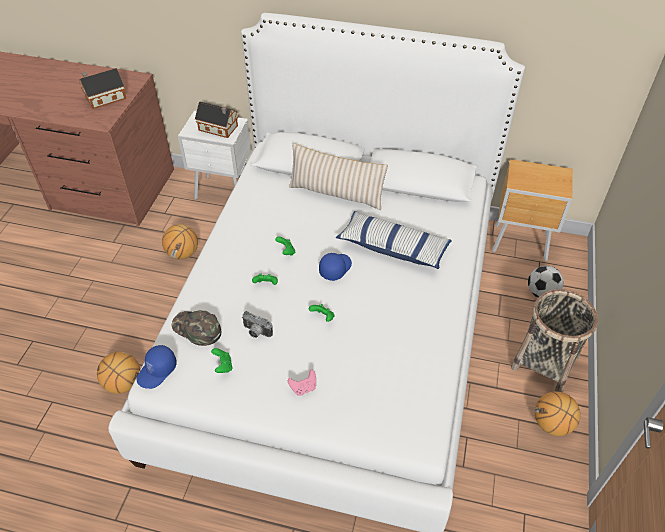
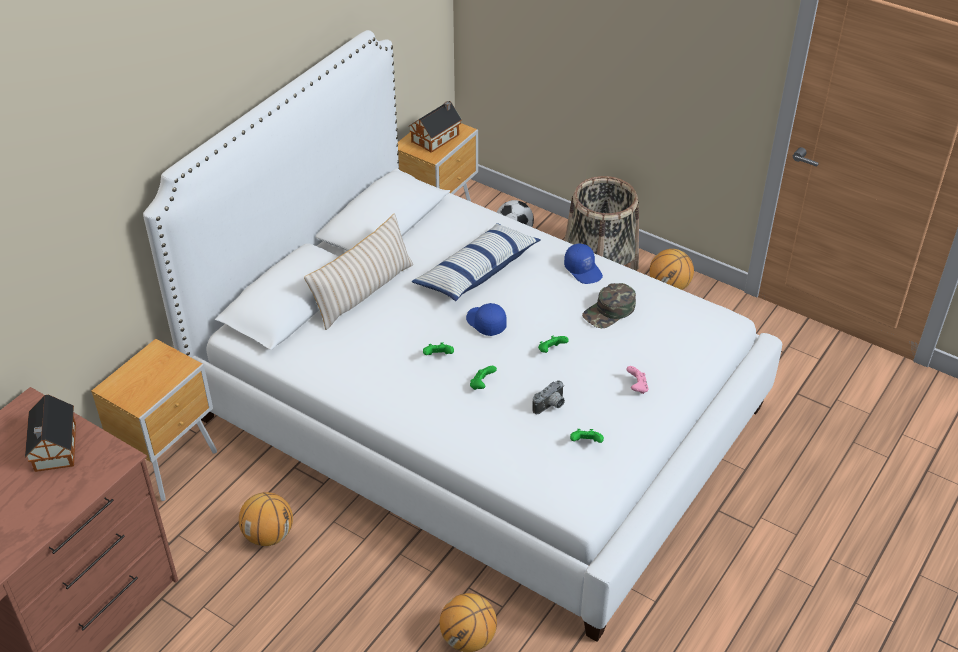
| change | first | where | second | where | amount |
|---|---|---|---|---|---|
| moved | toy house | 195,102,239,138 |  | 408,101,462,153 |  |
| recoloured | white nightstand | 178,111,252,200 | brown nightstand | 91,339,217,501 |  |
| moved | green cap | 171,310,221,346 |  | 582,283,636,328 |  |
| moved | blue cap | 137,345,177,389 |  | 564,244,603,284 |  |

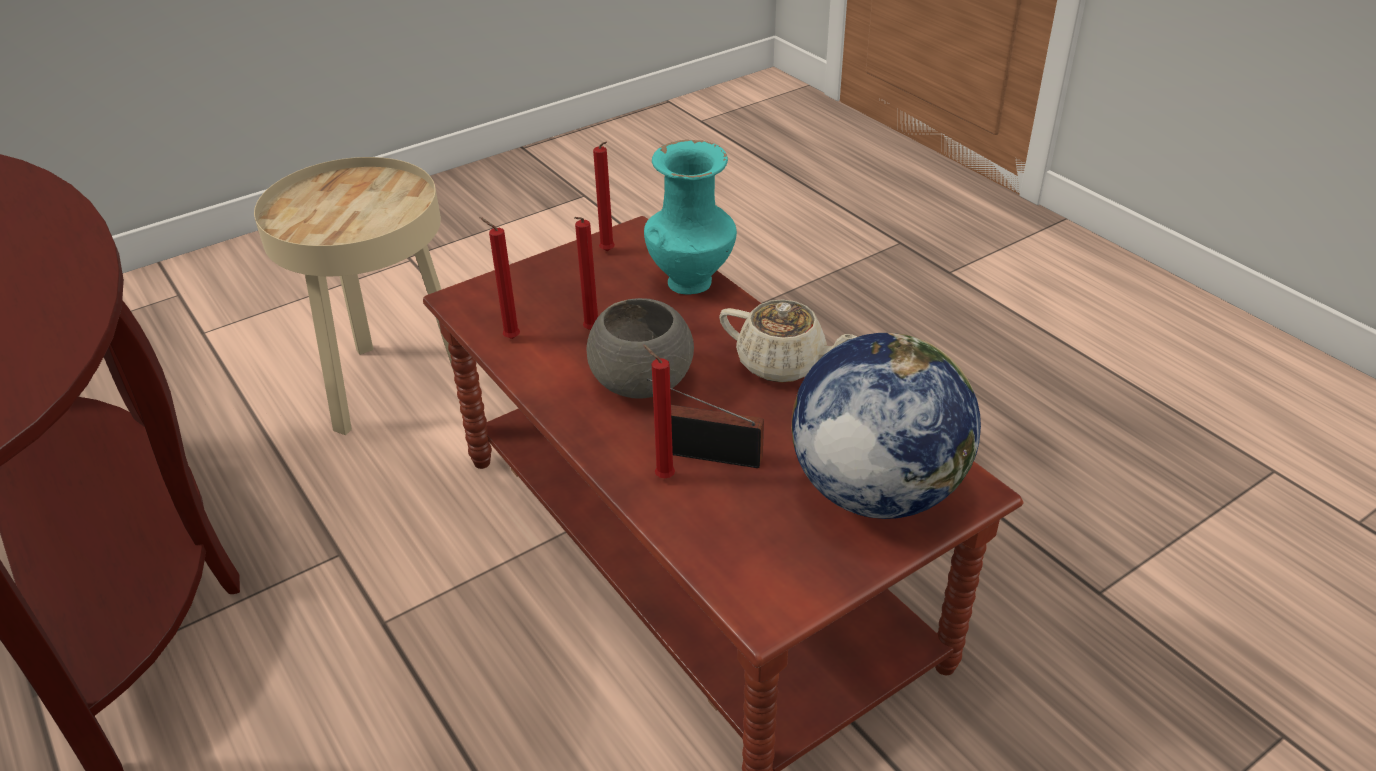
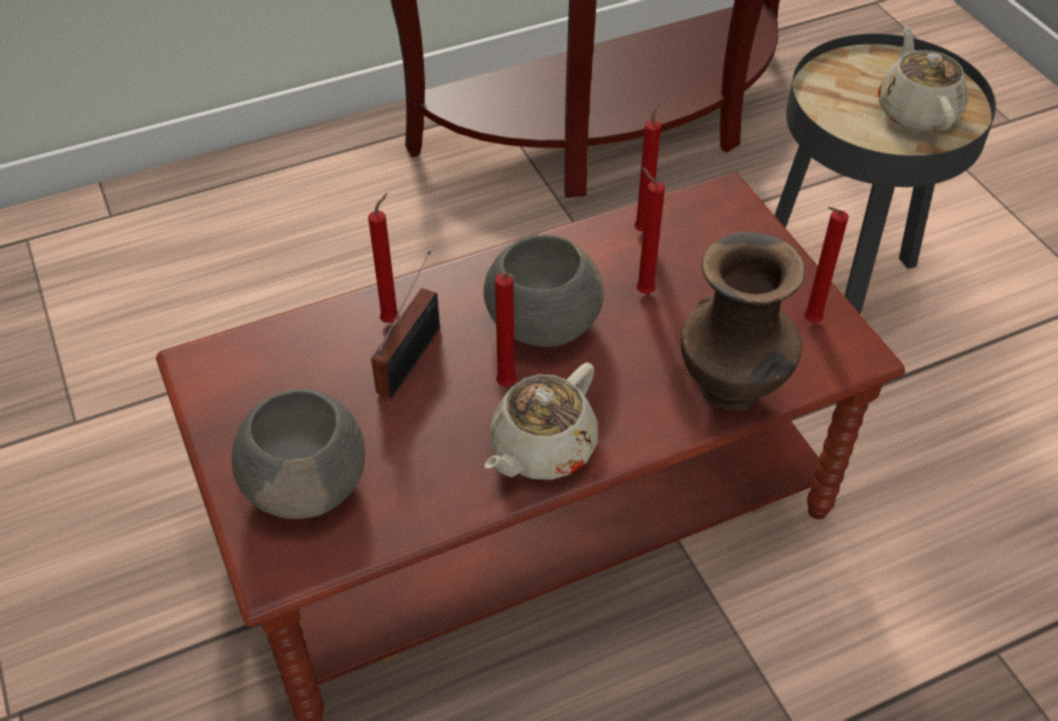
| change | first | where | second | where | amount |
|---|---|---|---|---|---|
| recoloured | turquoise vase | 644,140,737,295 | brown vase | 681,232,805,412 |  |
| recoloured | beige side table | 254,157,454,435 | black side table | 774,34,996,315 |  |
| replaced | globe | 791,333,981,519 | grey bowl | 232,389,365,519 |  |
| added |  |  | beige teapot | 878,26,968,132 |  |
| added |  |  | red candle | 495,274,517,387 |  |

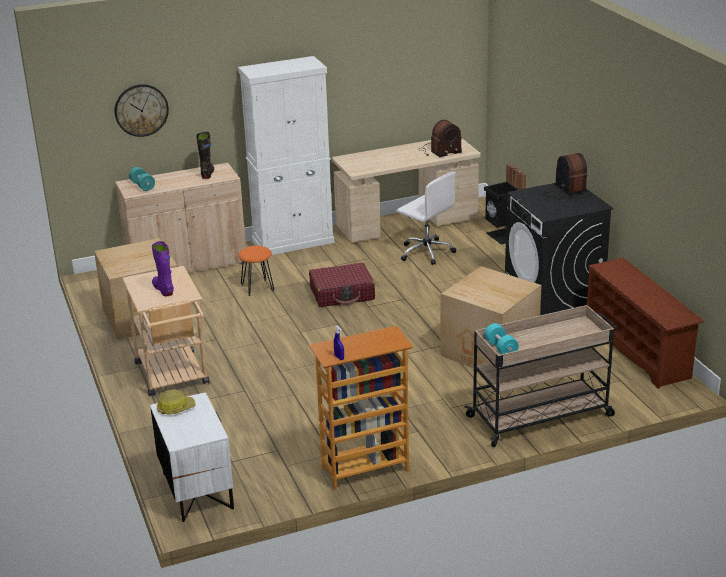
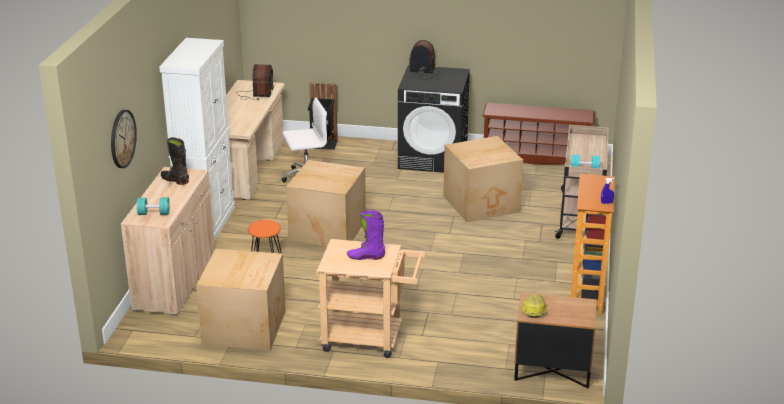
| change | first | where | second | where | amount |
|---|---|---|---|---|---|
| replaced | red suitcase | 309,263,375,307 | cardboard box | 286,160,366,246 |  |
| recoloured | white nightstand | 150,392,234,522 | brown nightstand | 514,292,597,388 |  |

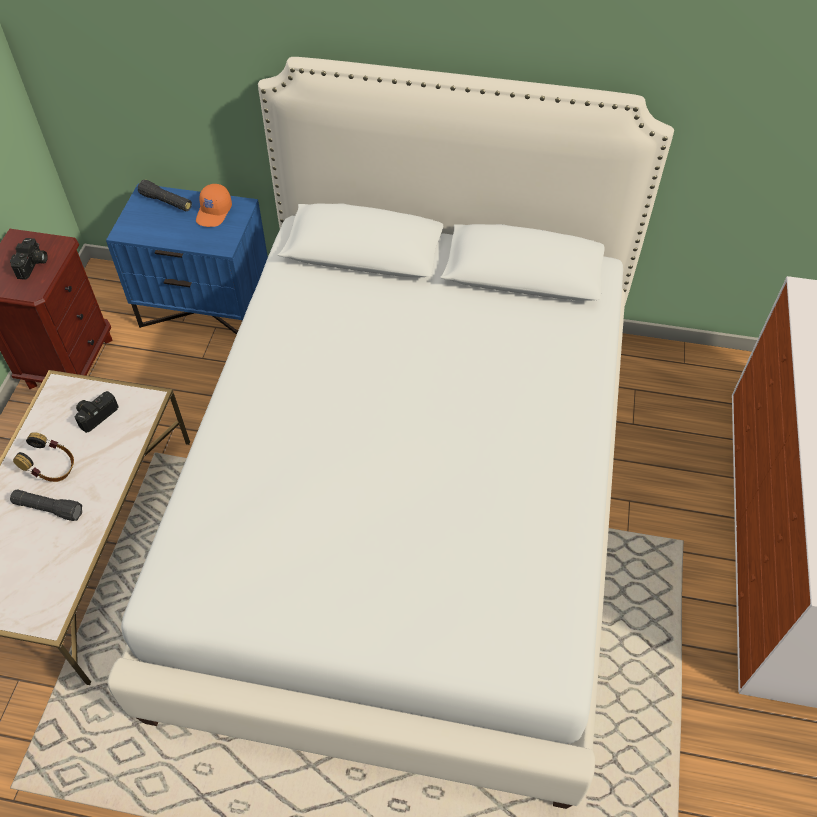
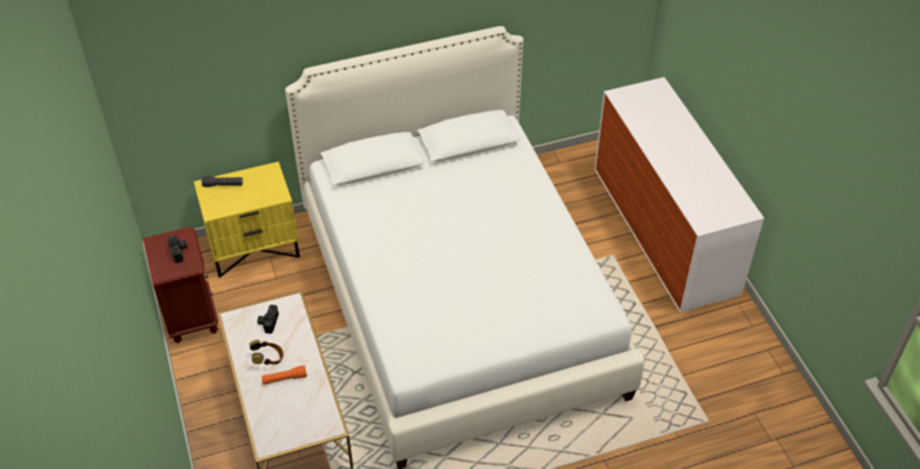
| change | first | where | second | where | amount |
|---|---|---|---|---|---|
| recoloured | blue nightstand | 106,184,268,335 | yellow nightstand | 194,162,300,278 |  |
| removed | orange cap | 196,184,232,227 |  |  |  |
| recoloured | black flashlight | 10,489,82,521 | orange flashlight | 261,365,307,385 |  |

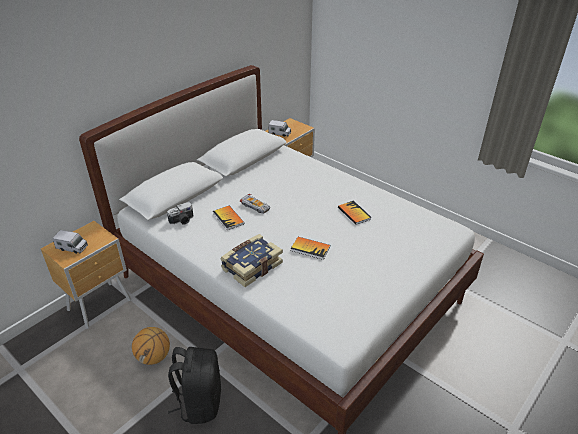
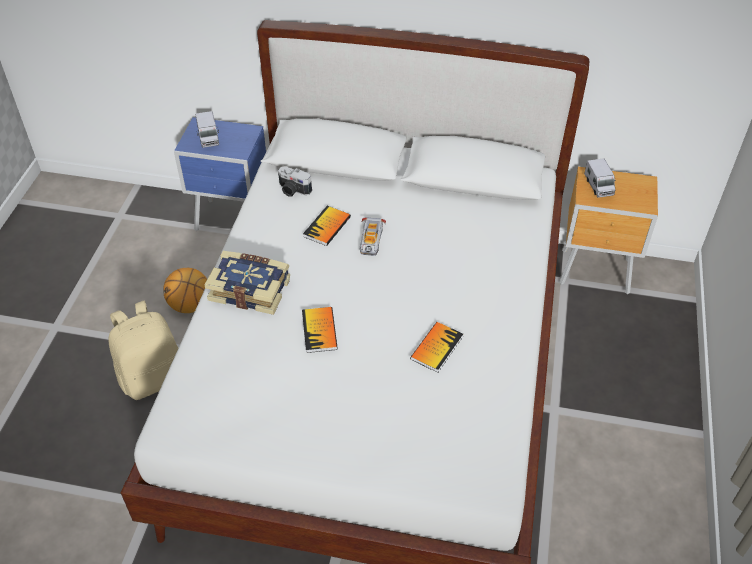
| change | first | where | second | where | amount |
|---|---|---|---|---|---|
| recoloured | brown nightstand | 41,221,131,329 | blue nightstand | 174,117,266,231 |  |
| recoloured | black backpack | 168,347,221,424 | beige backpack | 108,301,178,400 |  |

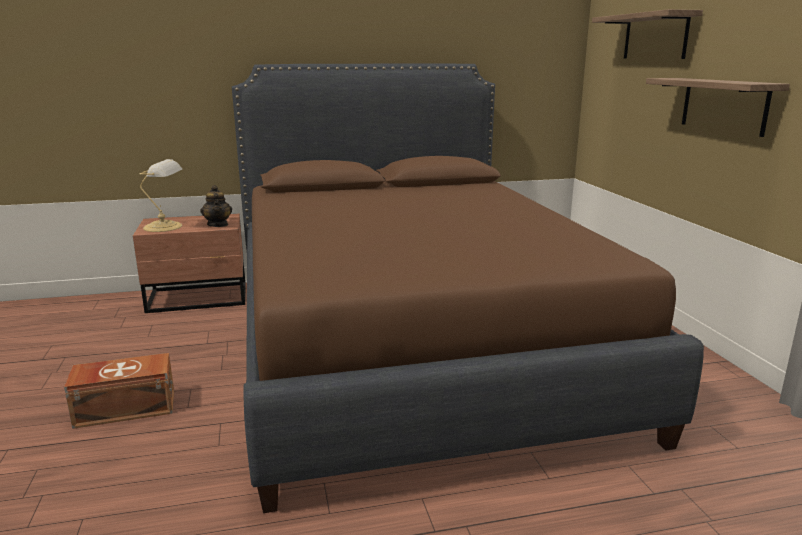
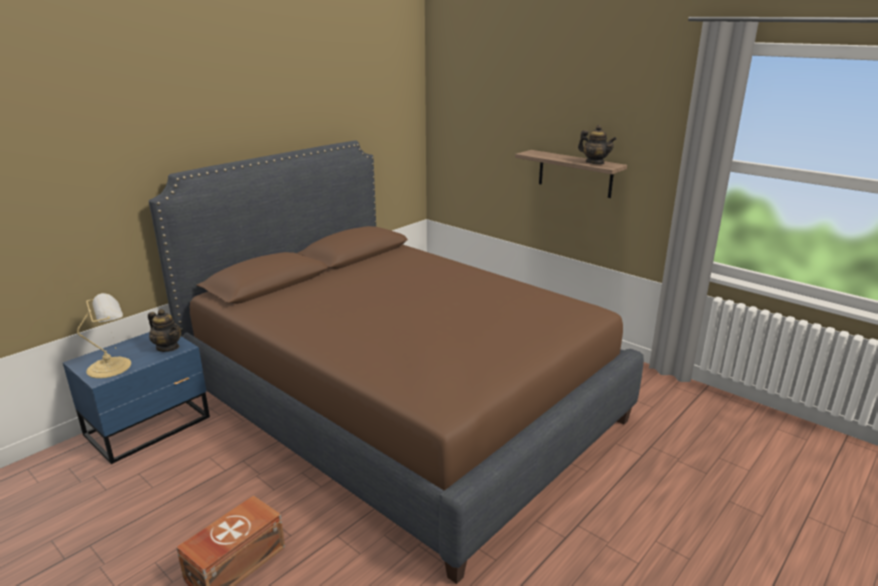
| change | first | where | second | where | amount |
|---|---|---|---|---|---|
| removed | shelf | 592,9,703,59 |  |  |  |
| recoloured | brown nightstand | 133,214,246,313 | blue nightstand | 63,332,210,464 |  |
| added |  |  | teapot | 578,125,617,164 |  |

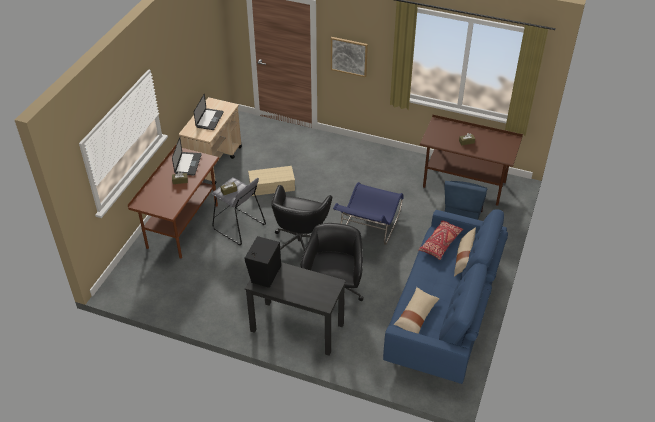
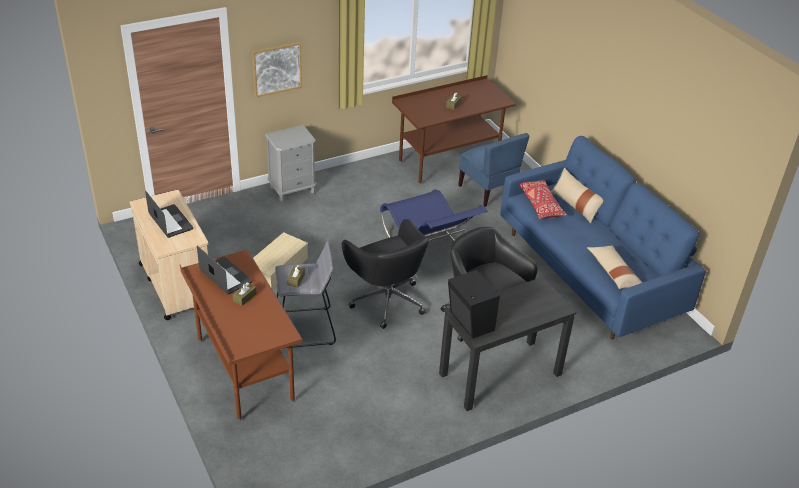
| change | first | where | second | where | amount |
|---|---|---|---|---|---|
| added |  |  | grey nightstand | 265,125,317,202 |  |

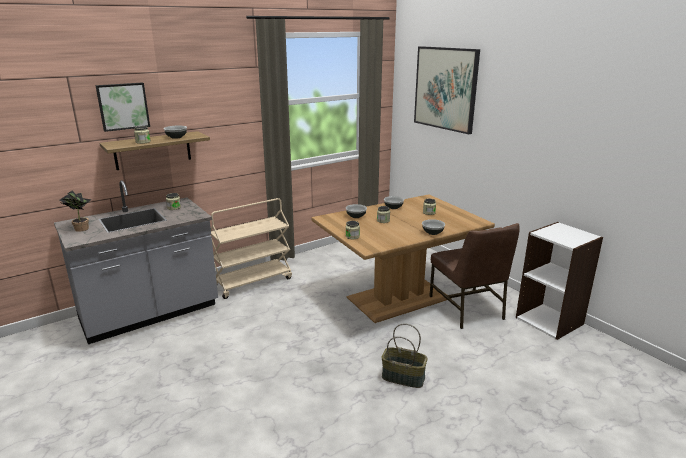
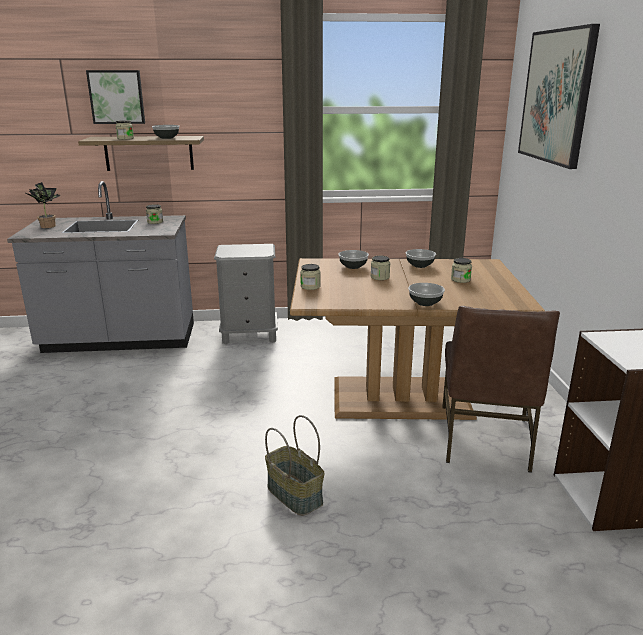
| change | first | where | second | where | amount |
|---|---|---|---|---|---|
| replaced | beige cart | 211,198,292,299 | grey nightstand | 214,244,278,345 |  |

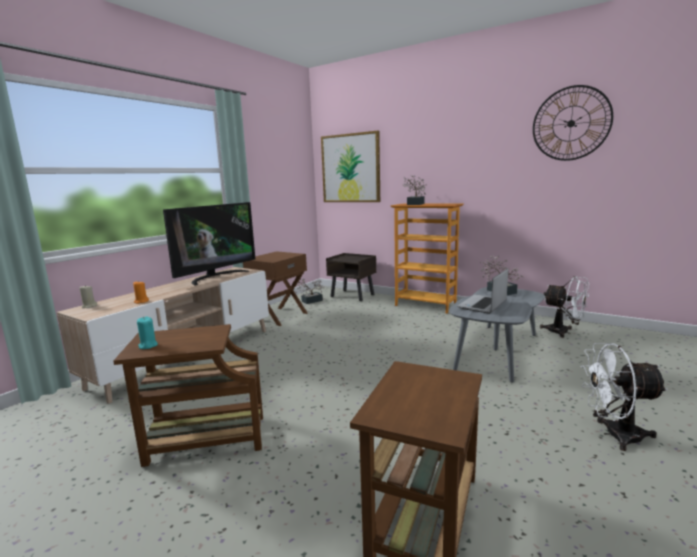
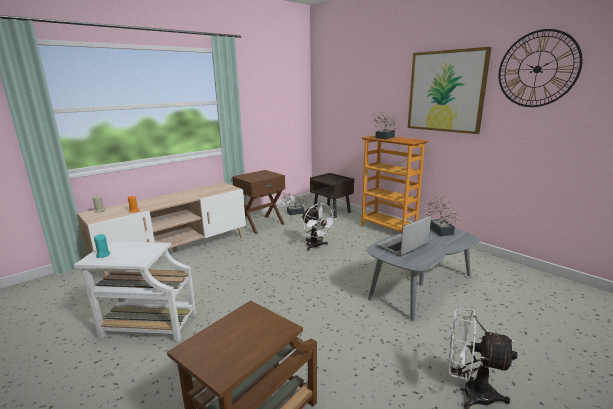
| change | first | where | second | where | amount |
|---|---|---|---|---|---|
| moved | picture | 321,131,380,202 |  | 408,47,491,134 |  |
| removed | television | 163,202,255,286 |  |  |  |
| moved | white fan | 540,276,589,338 |  | 301,203,337,251 |  |
| recoloured | brown side table | 113,324,263,467 | white side table | 74,241,196,342 |  |

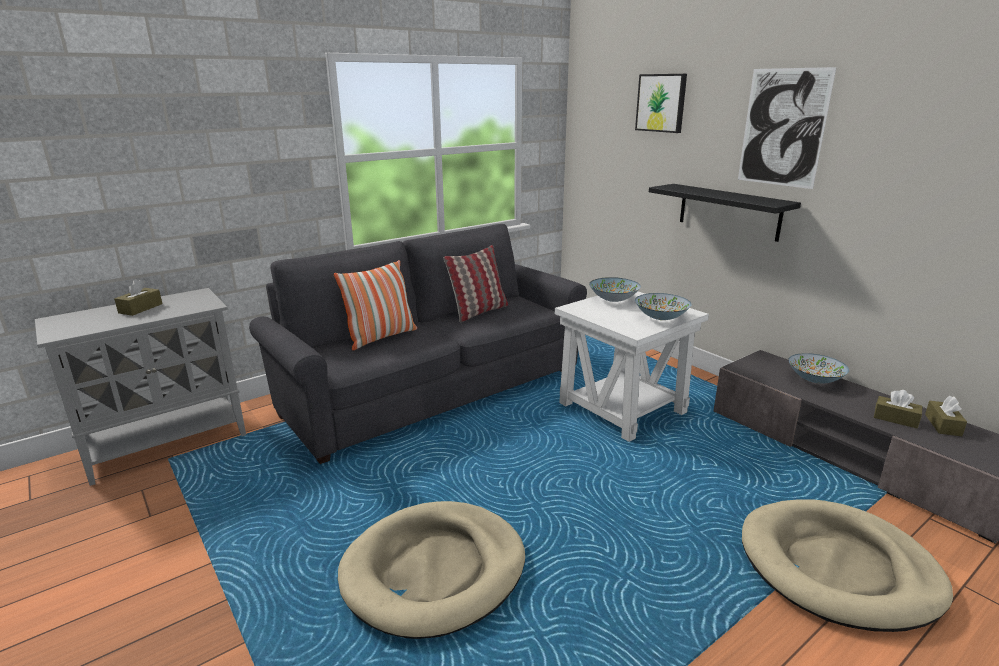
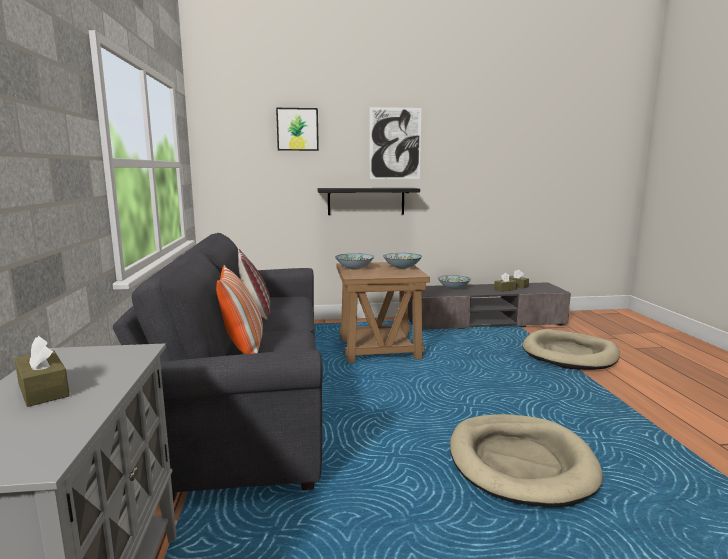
| change | first | where | second | where | amount |
|---|---|---|---|---|---|
| recoloured | white side table | 555,291,709,442 | brown side table | 337,262,430,363 |  |

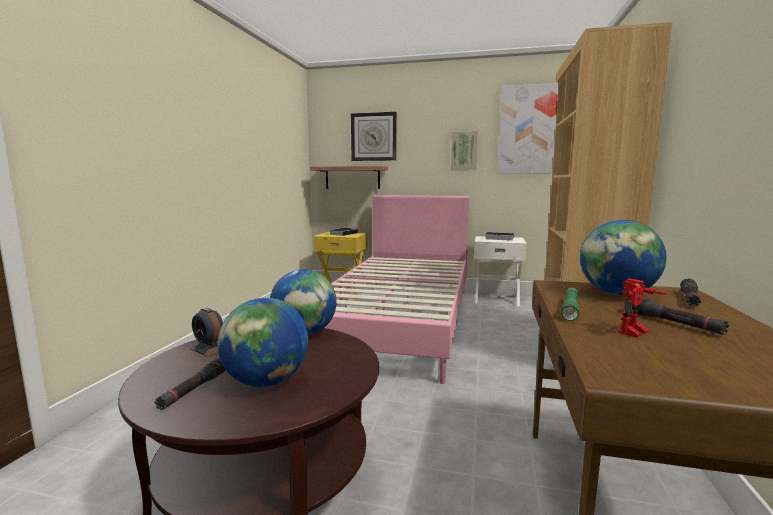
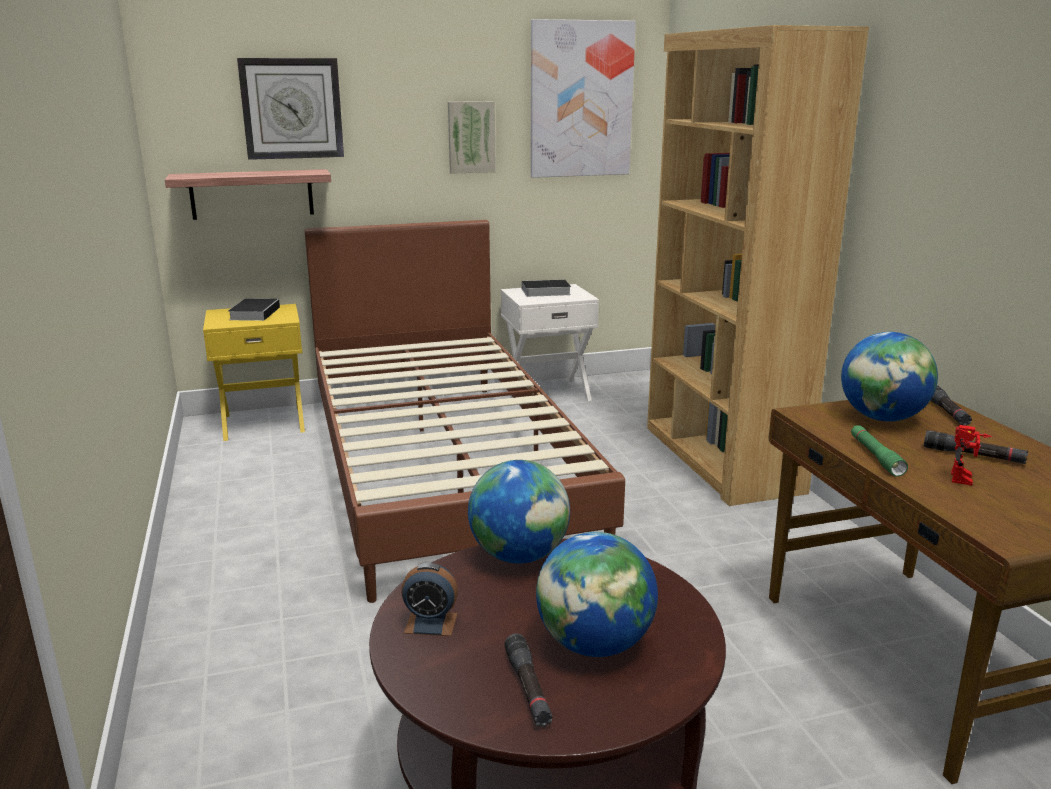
| change | first | where | second | where | amount |
|---|---|---|---|---|---|
| recoloured | pink bed | 325,195,469,384 | brown bed | 305,220,625,603 |  |

